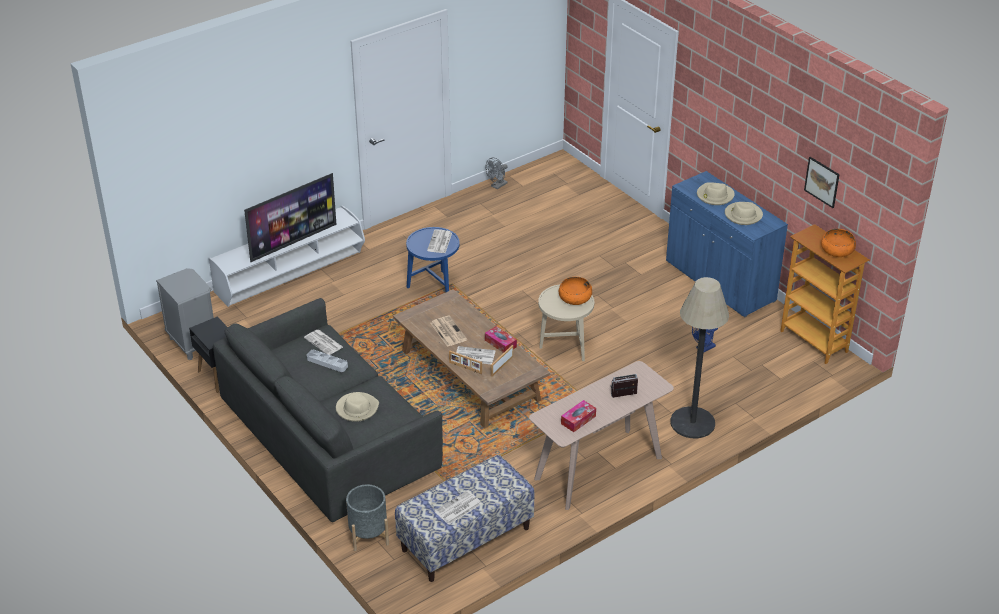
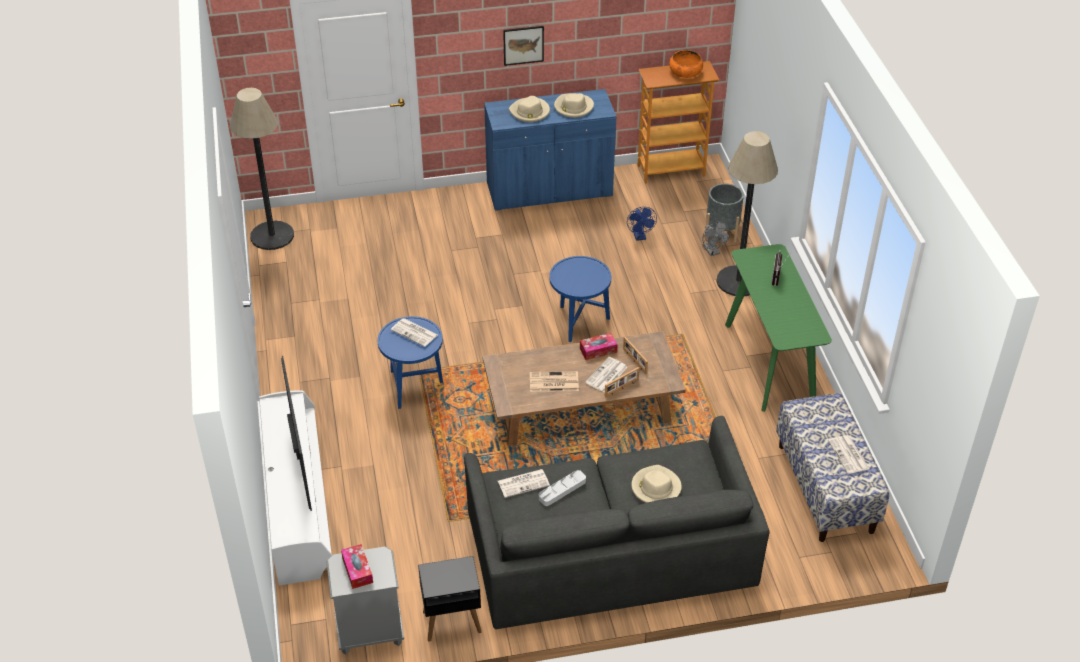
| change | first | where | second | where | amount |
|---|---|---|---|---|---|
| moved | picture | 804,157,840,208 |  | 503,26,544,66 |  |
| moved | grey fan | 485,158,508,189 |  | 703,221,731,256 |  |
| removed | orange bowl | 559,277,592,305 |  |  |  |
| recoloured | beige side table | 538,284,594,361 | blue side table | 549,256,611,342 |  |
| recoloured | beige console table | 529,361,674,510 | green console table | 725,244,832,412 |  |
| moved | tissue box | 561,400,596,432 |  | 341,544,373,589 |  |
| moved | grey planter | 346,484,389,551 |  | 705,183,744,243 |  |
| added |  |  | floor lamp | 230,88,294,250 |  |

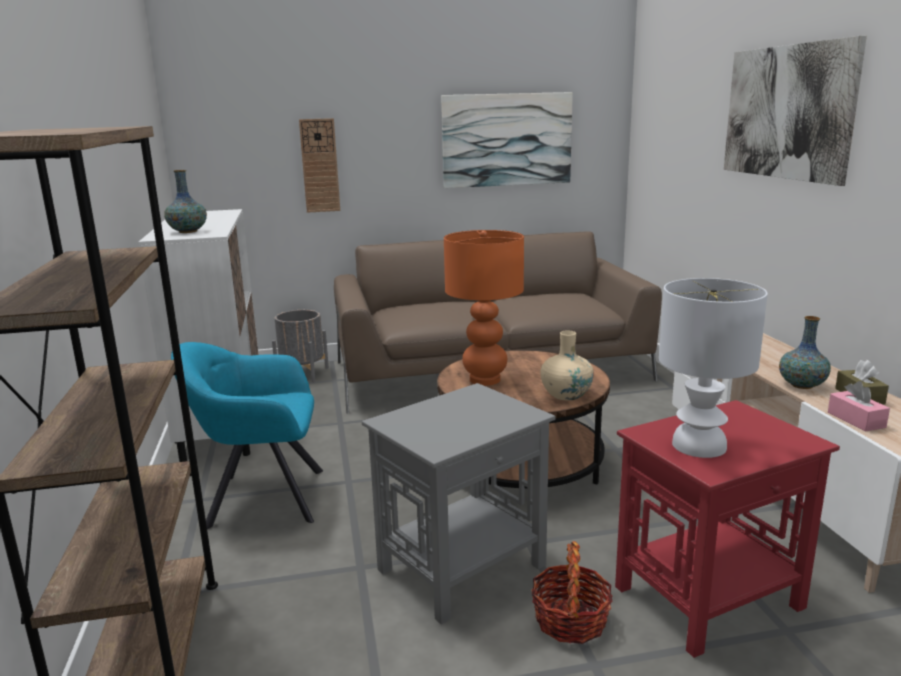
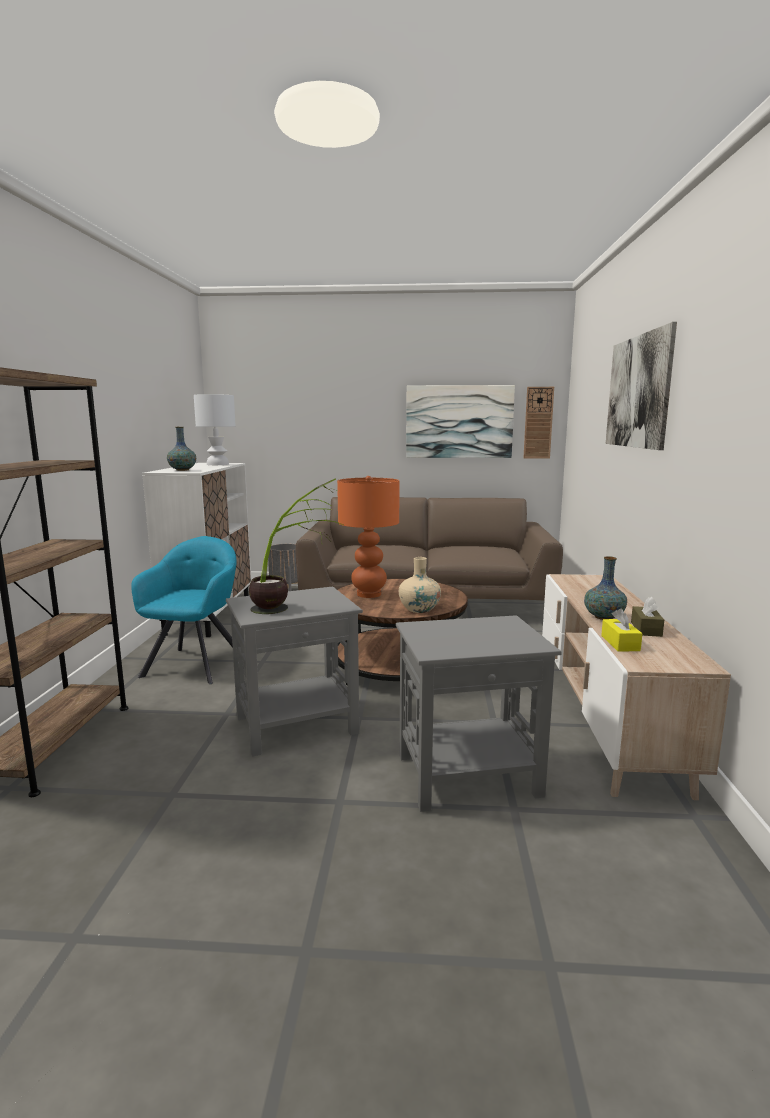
| change | first | where | second | where | amount |
|---|---|---|---|---|---|
| moved | wall clock | 299,118,340,213 |  | 523,387,554,459 |  |
| moved | white table lamp | 659,278,768,458 |  | 194,394,236,465 |  |
| turned | turquoise armchair | 171,342,323,529 |  | 131,536,237,684 | 90 degrees clockwise |
| recoloured | pink tissue box | 828,381,890,432 | yellow tissue box | 601,609,643,651 |  |
| recoloured | red side table | 615,400,840,658 | grey side table | 396,615,562,812 |  |
| removed | basket | 531,541,613,644 |  |  |  |
| added |  |  | potted plant | 249,478,344,614 |  |

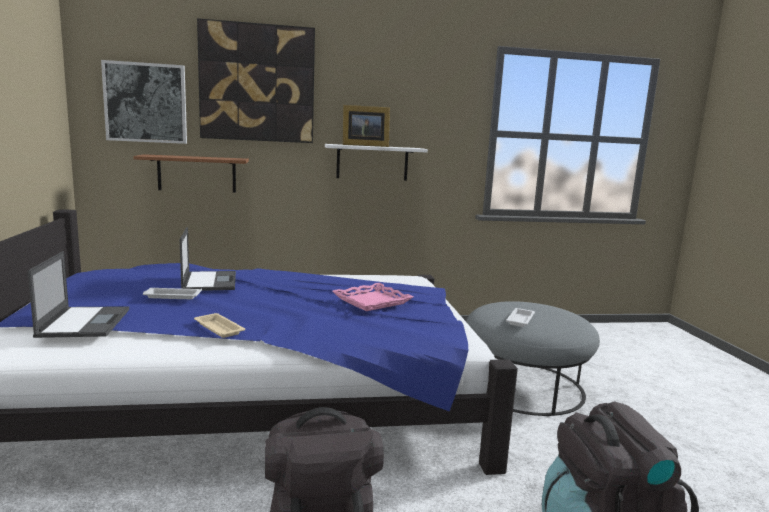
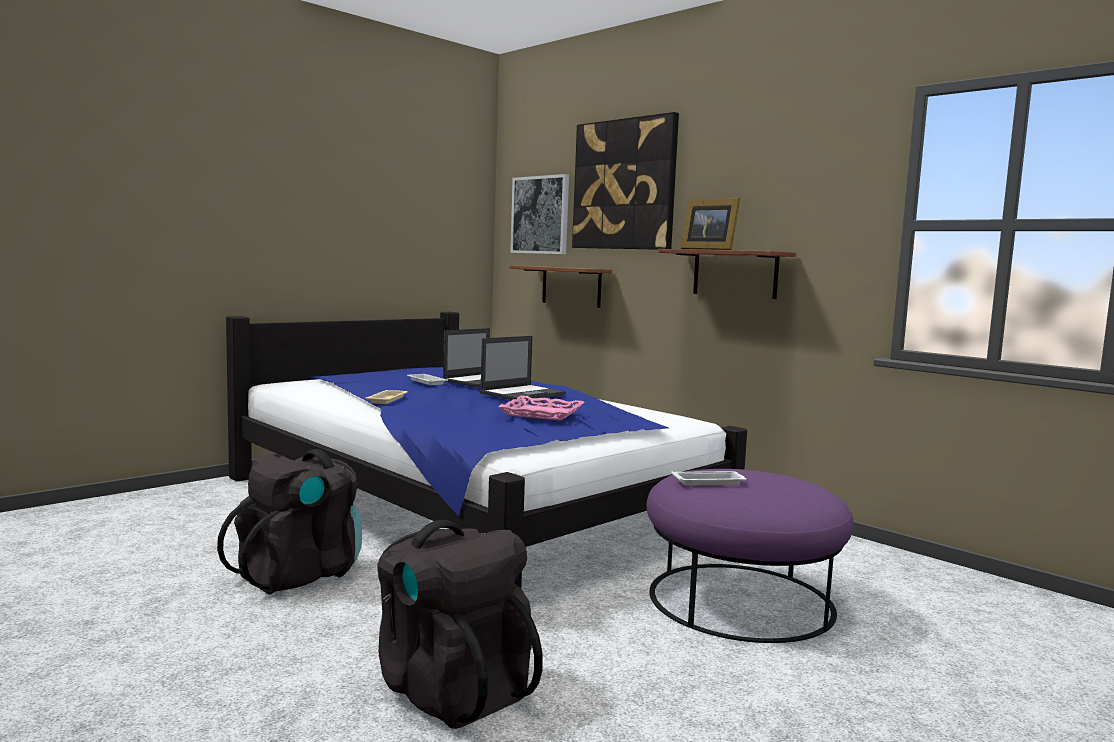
| change | first | where | second | where | amount |
|---|---|---|---|---|---|
| recoloured | white shelf | 325,144,428,181 | brown shelf | 658,249,796,299 |  |
| moved | laptop | 28,251,129,338 |  | 480,336,566,400 |  |
| recoloured | grey ottoman | 466,301,600,416 | purple ottoman | 647,469,854,643 |  |

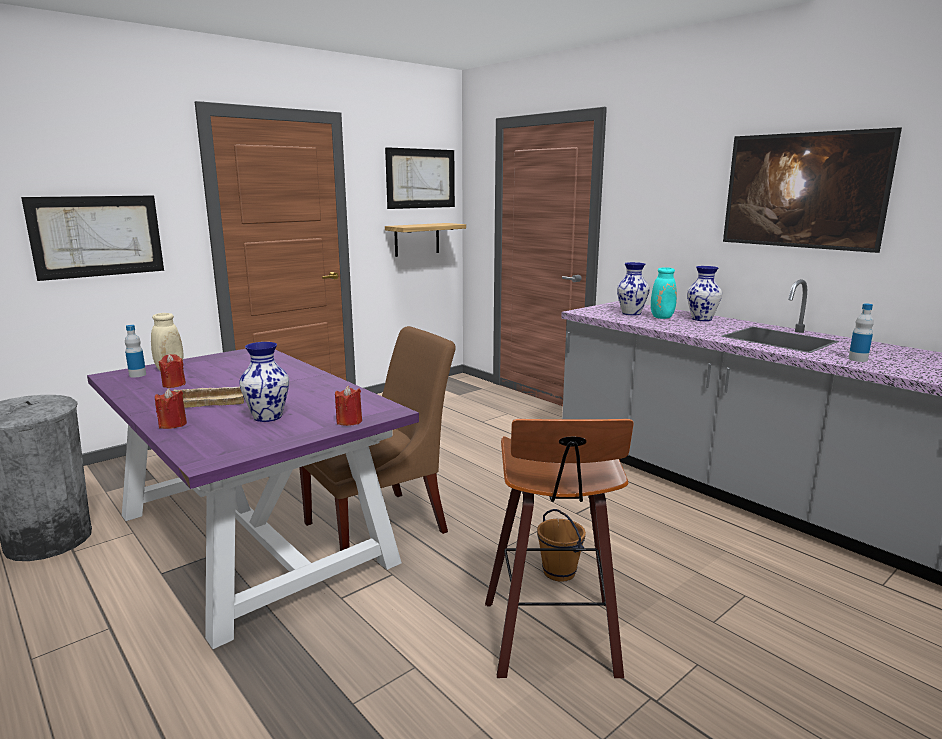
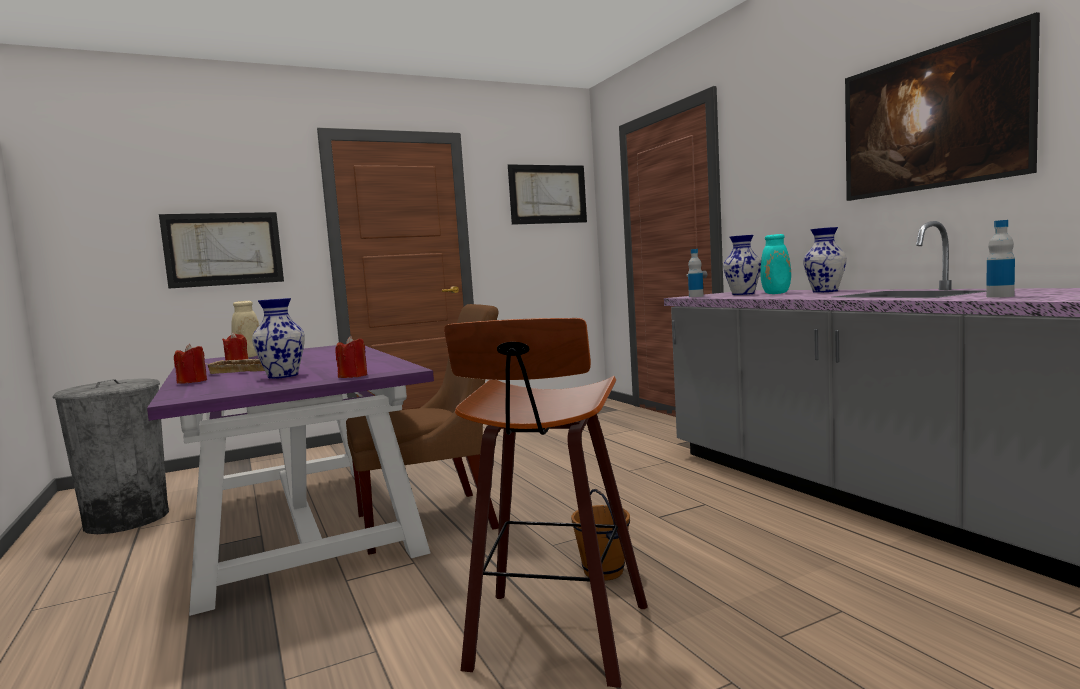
| change | first | where | second | where | amount |
|---|---|---|---|---|---|
| removed | shelf | 385,223,466,257 |  |  |  |
| moved | bottle | 125,325,146,377 |  | 688,249,704,297 |  |

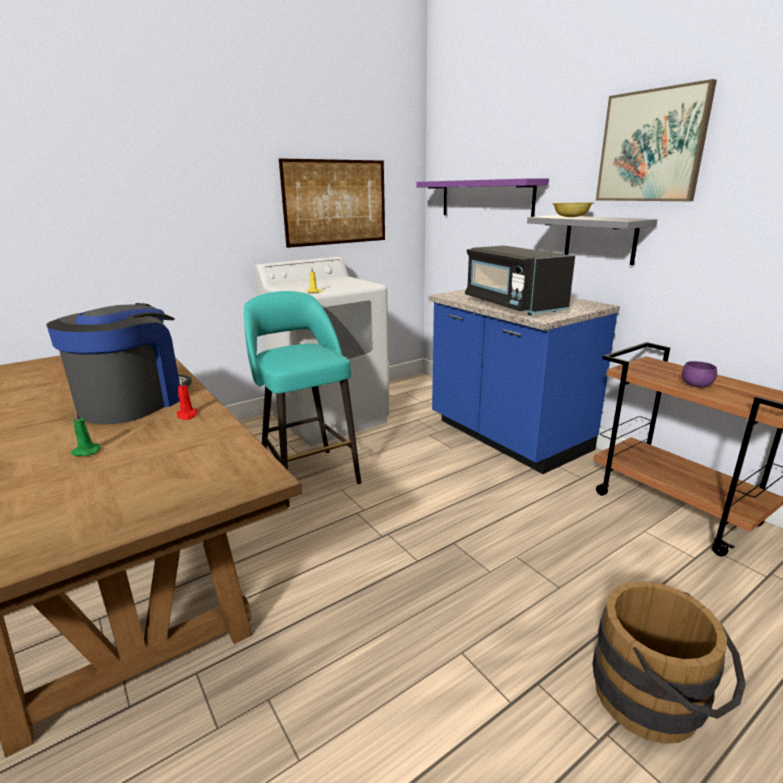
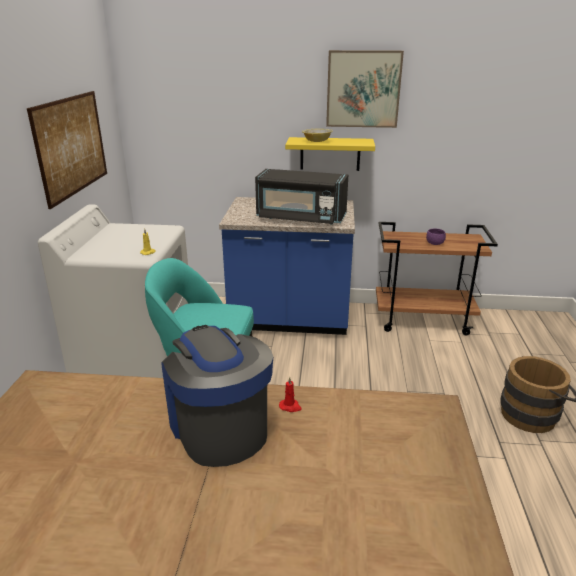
| change | first | where | second | where | amount |
|---|---|---|---|---|---|
| removed | purple shelf | 416,178,549,217 |  |  |  |
| recoloured | grey shelf | 527,215,658,265 | yellow shelf | 285,137,375,171 |  |
| removed | green candle | 71,410,101,456 |  |  |  |

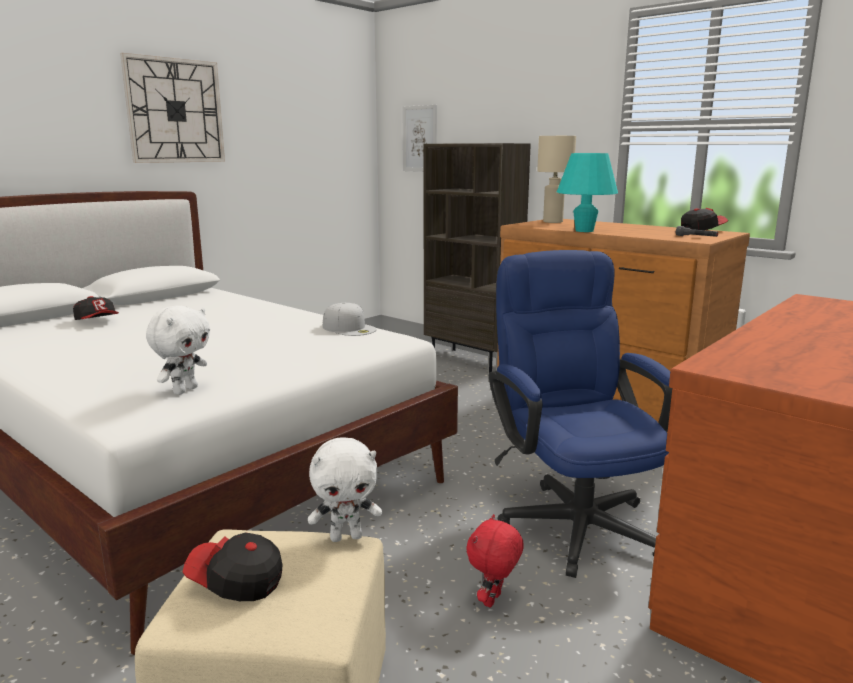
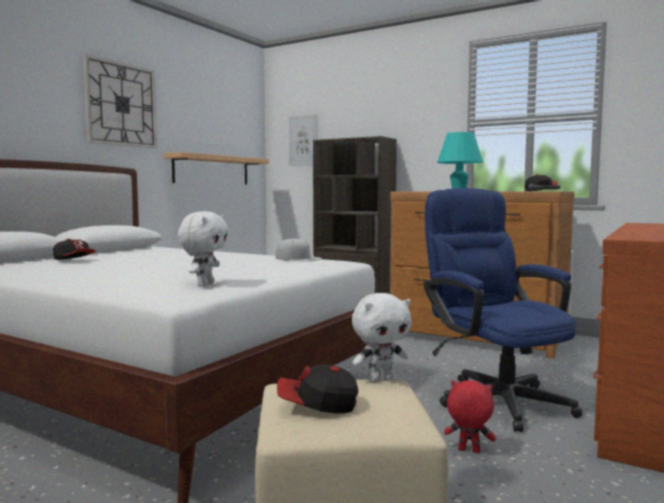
| change | first | where | second | where | amount |
|---|---|---|---|---|---|
| removed | beige table lamp | 537,136,576,223 |  |  |  |
| turned | red plush toy | 466,514,524,608 |  | 444,380,496,453 | 90 degrees clockwise |
| added |  |  | shelf | 163,152,269,184 |  |

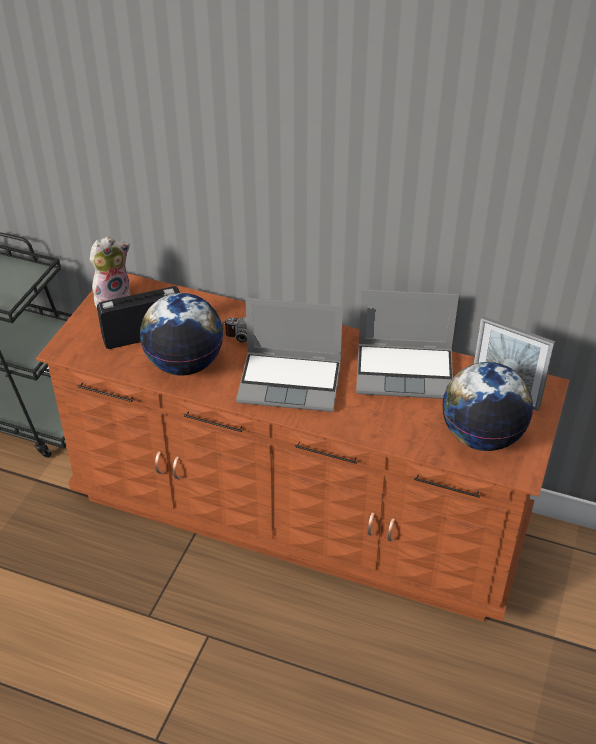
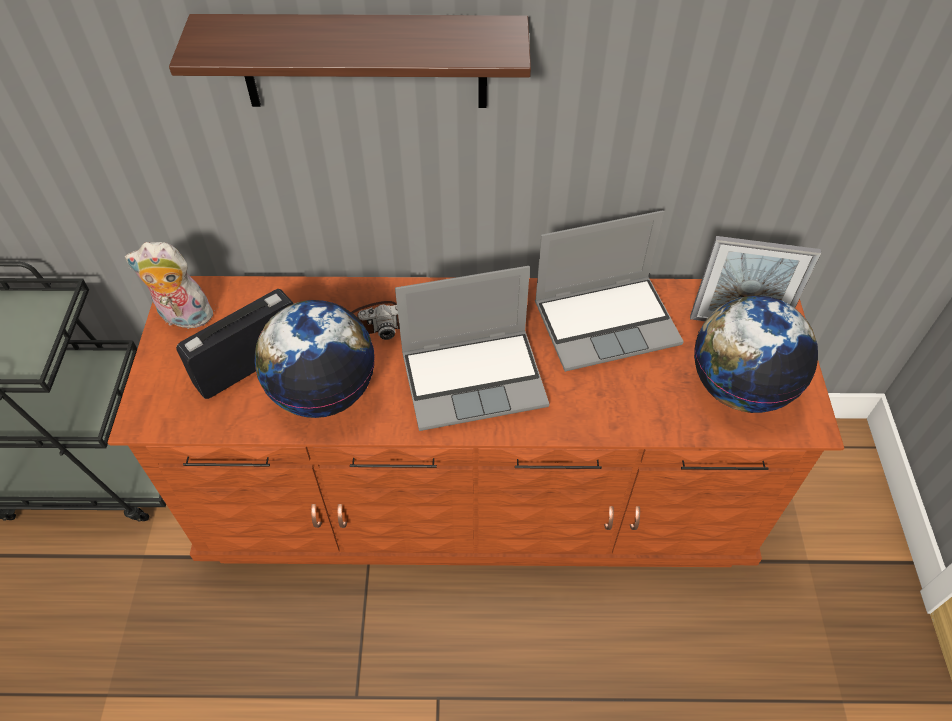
| change | first | where | second | where | amount |
|---|---|---|---|---|---|
| turned | plush toy | 90,236,131,307 |  | 125,242,213,329 | 120 degrees counterclockwise |
| added |  |  | shelf | 169,14,531,108 |  |

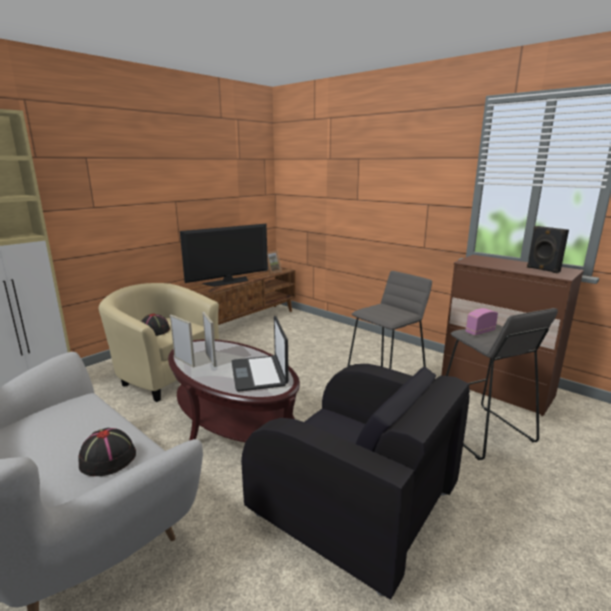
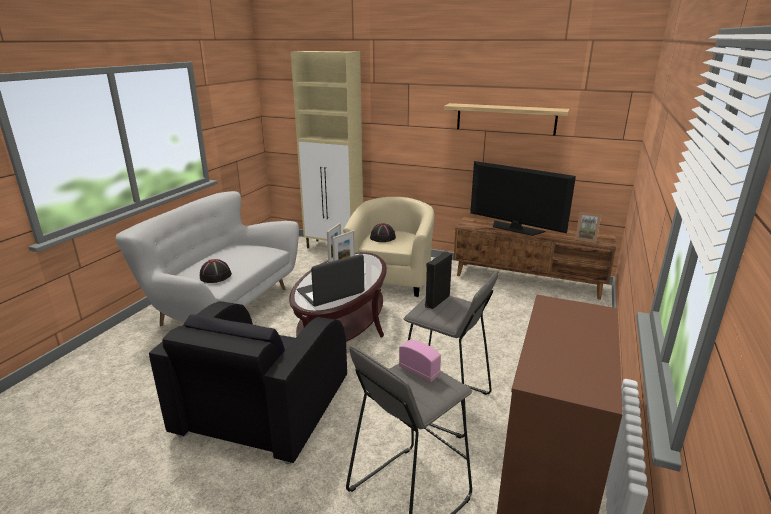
| change | first | where | second | where | amount |
|---|---|---|---|---|---|
| moved | black speaker | 527,226,569,273 |  | 425,251,452,309 |  |
| added |  |  | shelf | 444,103,570,135 |  |

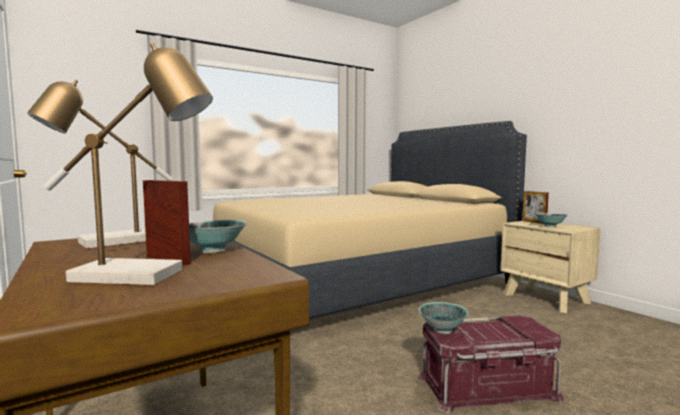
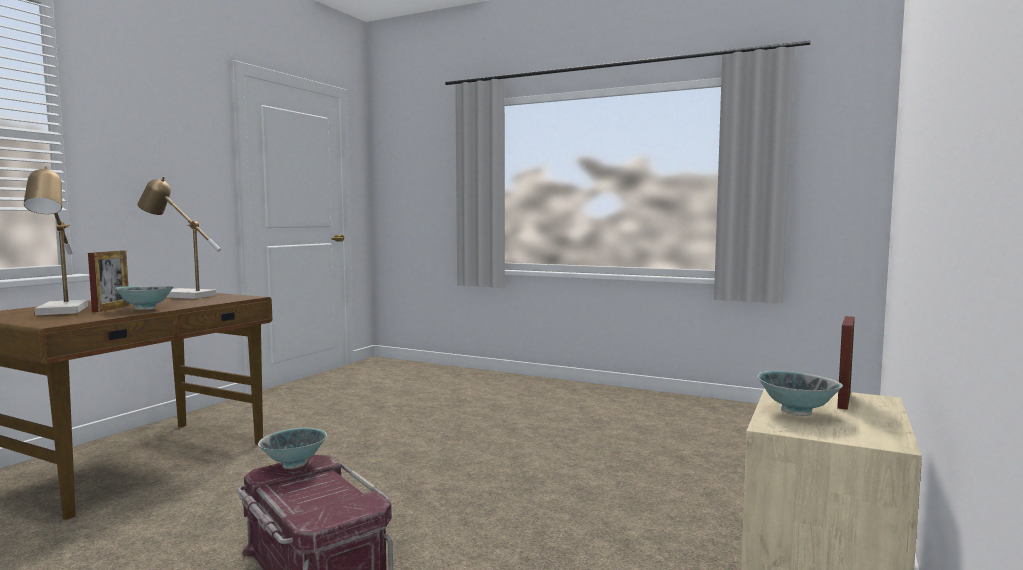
| change | first | where | second | where | amount |
|---|---|---|---|---|---|
| removed | beige bed | 213,121,527,319 |  |  |  |

